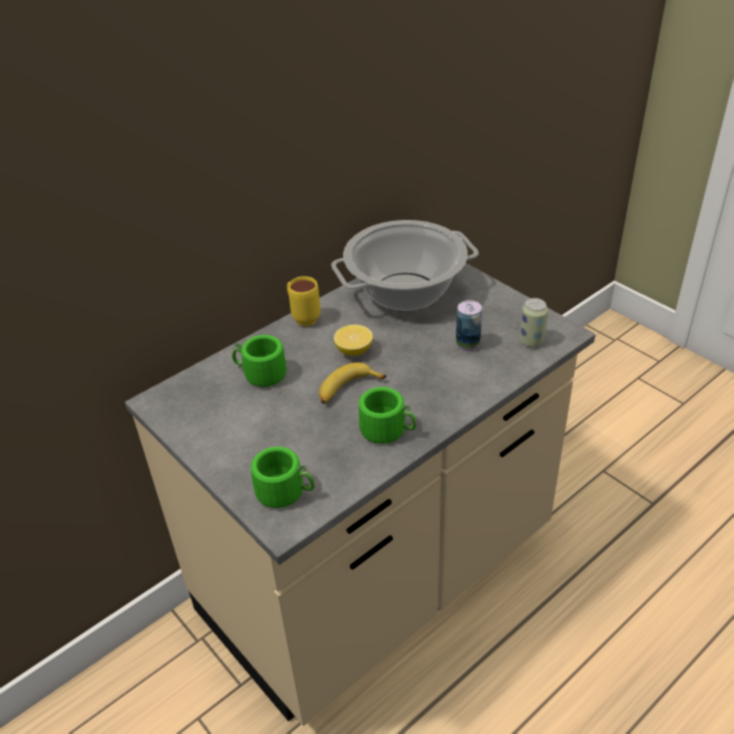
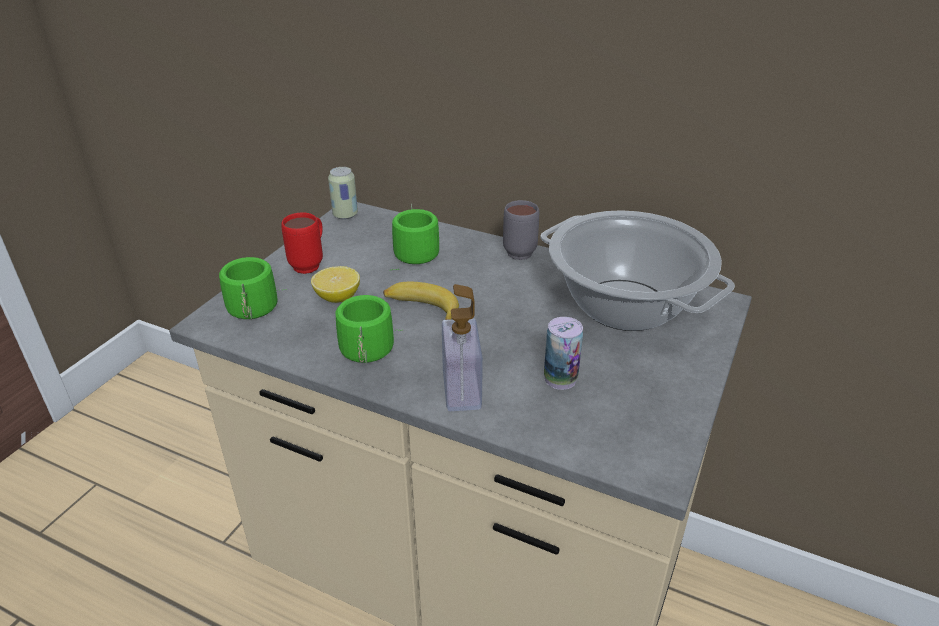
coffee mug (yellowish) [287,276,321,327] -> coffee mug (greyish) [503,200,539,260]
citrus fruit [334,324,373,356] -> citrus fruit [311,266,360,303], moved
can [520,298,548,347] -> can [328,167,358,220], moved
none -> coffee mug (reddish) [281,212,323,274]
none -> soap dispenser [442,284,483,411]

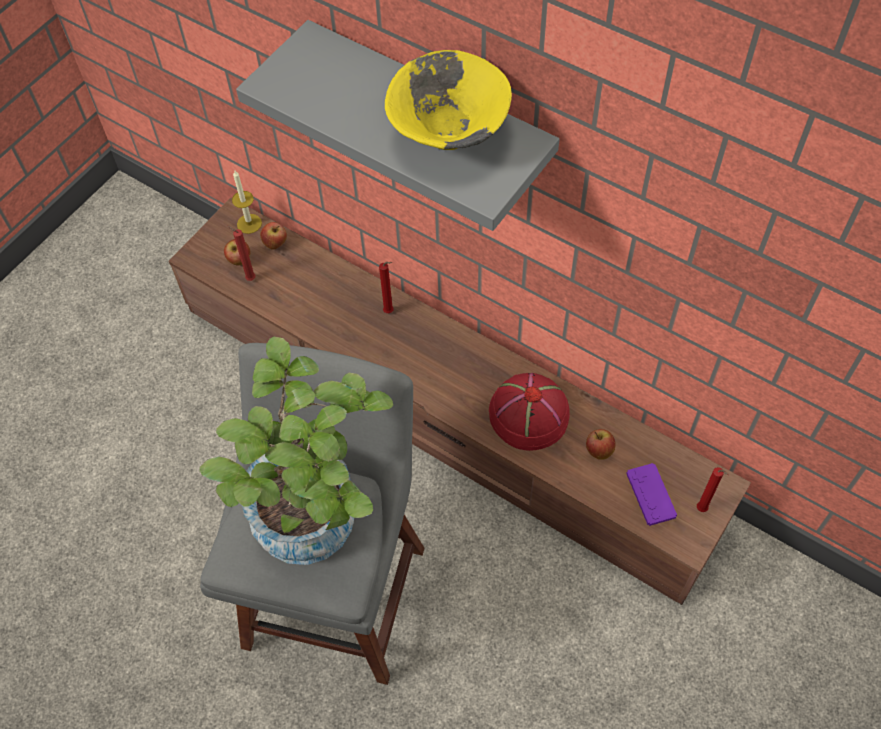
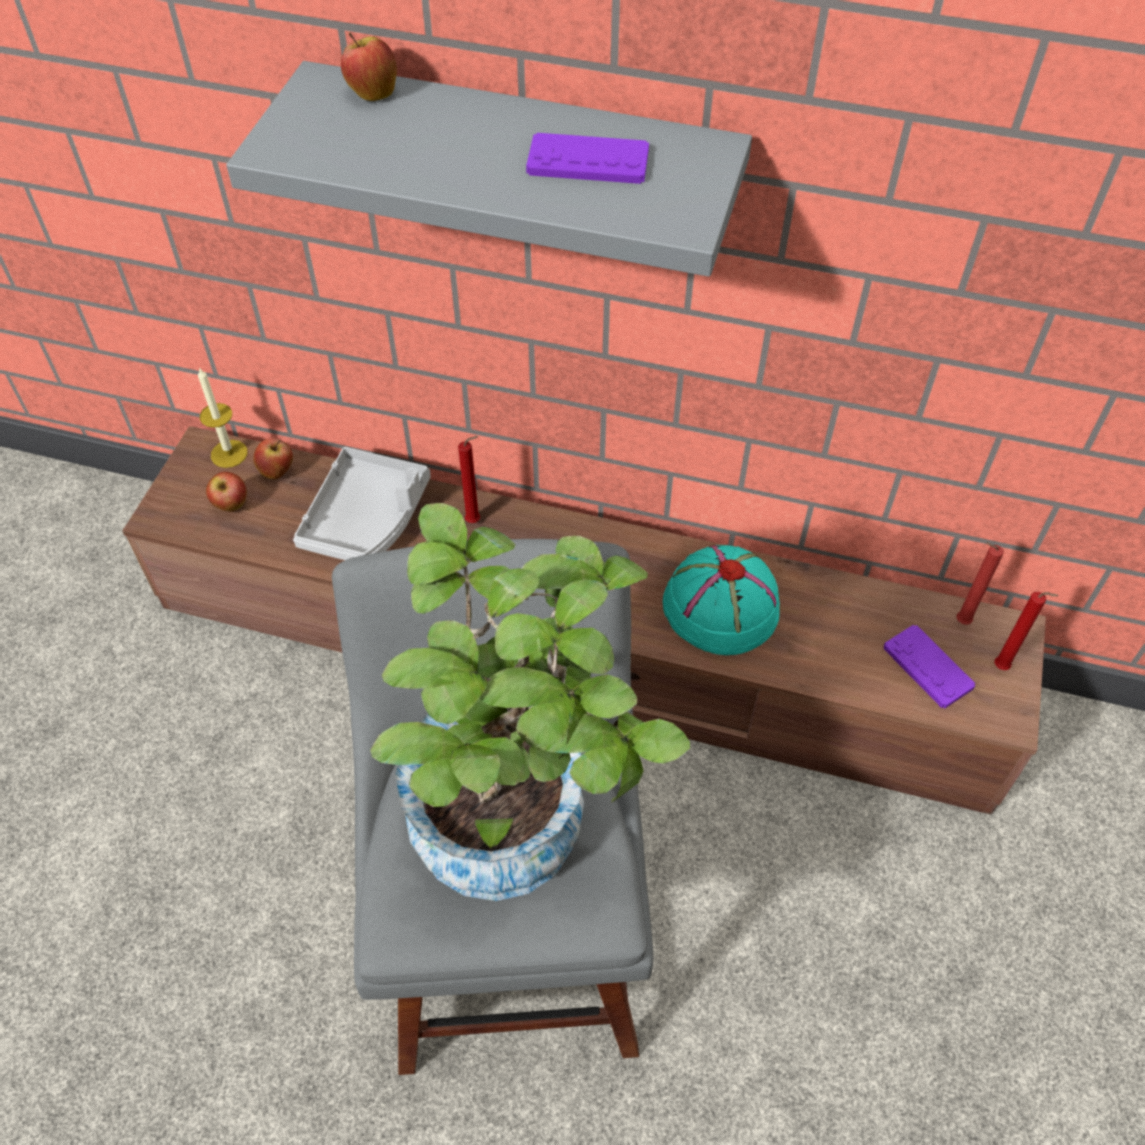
candle (reddish) [227,226,256,281] -> candle (reddish) [957,542,1004,625], moved
serving bowl (yellowish) [385,50,512,150] -> joypad (purple-coloured) [526,133,649,184]
wearable hat (reddish) [489,373,570,451] -> wearable hat (turquoise-coloured) [663,545,780,655]
apple fruit [586,429,616,460] -> apple fruit [341,33,397,101], moved
none -> carrying tray (greyish) [293,447,431,560]

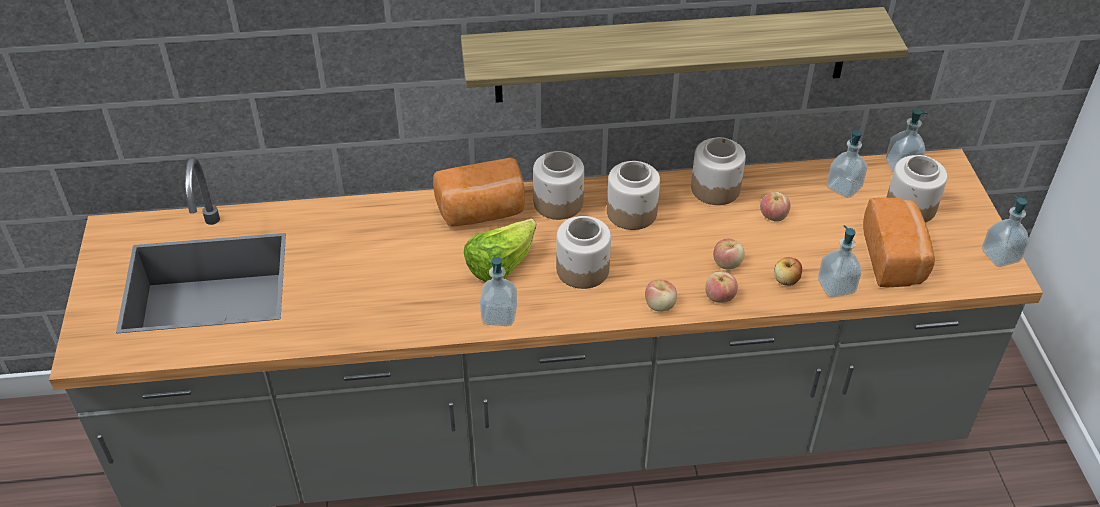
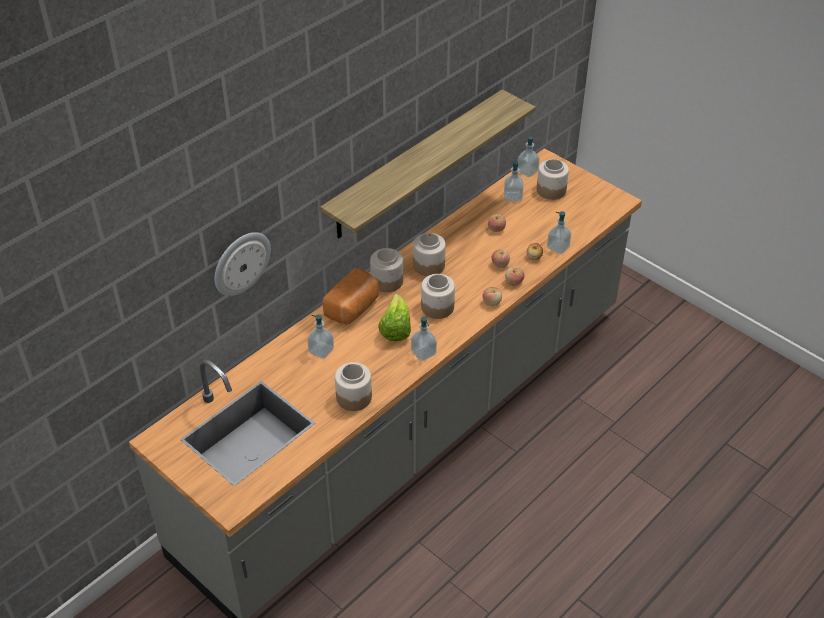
preserve jar [691,137,746,205] -> preserve jar [335,362,372,411], moved
baked bread [863,198,935,287] -> none
soap dispenser [982,196,1029,267] -> soap dispenser [307,314,334,359], moved
none -> clock on the wall [214,232,271,296]

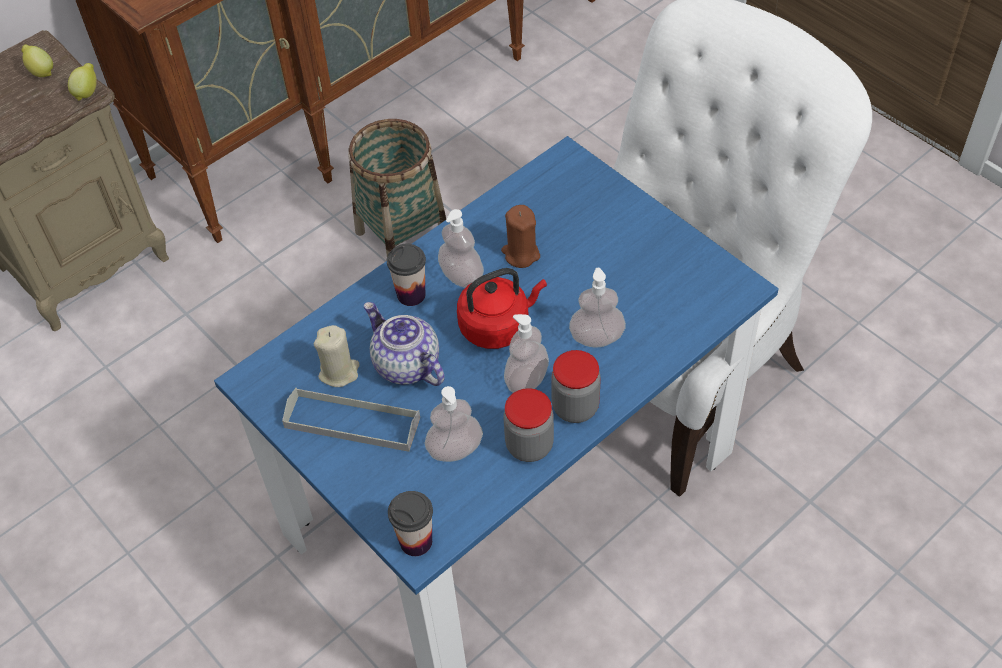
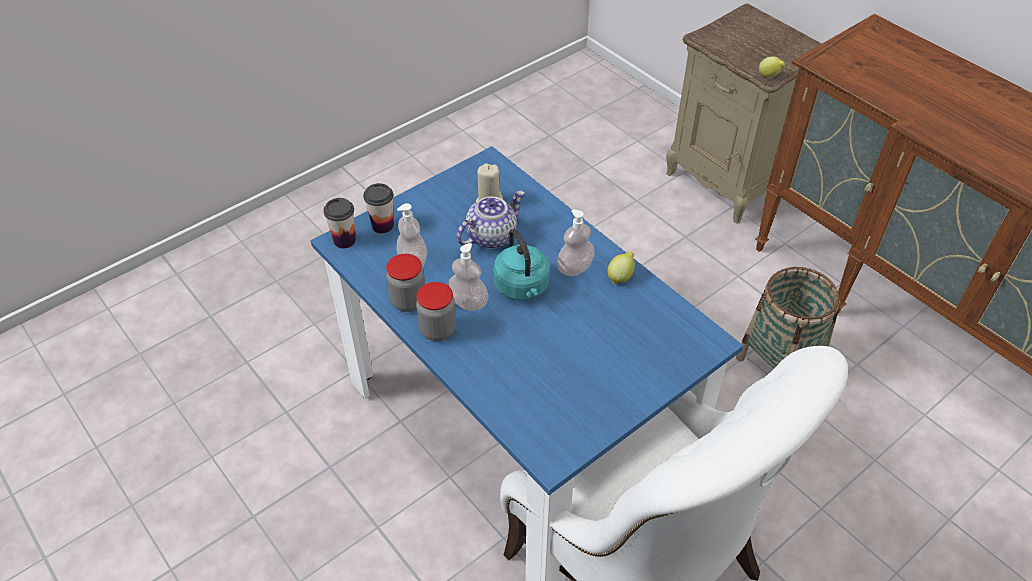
citrus fruit [21,44,53,77] -> citrus fruit [607,252,635,285], moved
carrying tray (greyish) [282,388,420,452] -> none
small cup [387,243,426,306] -> small cup [363,183,394,233], moved
kettle (reddish) [457,268,547,349] -> kettle (turquoise-coloured) [493,228,550,301]
candle (brownish) [501,205,540,268] -> none
soap dispenser [569,268,626,347] -> none

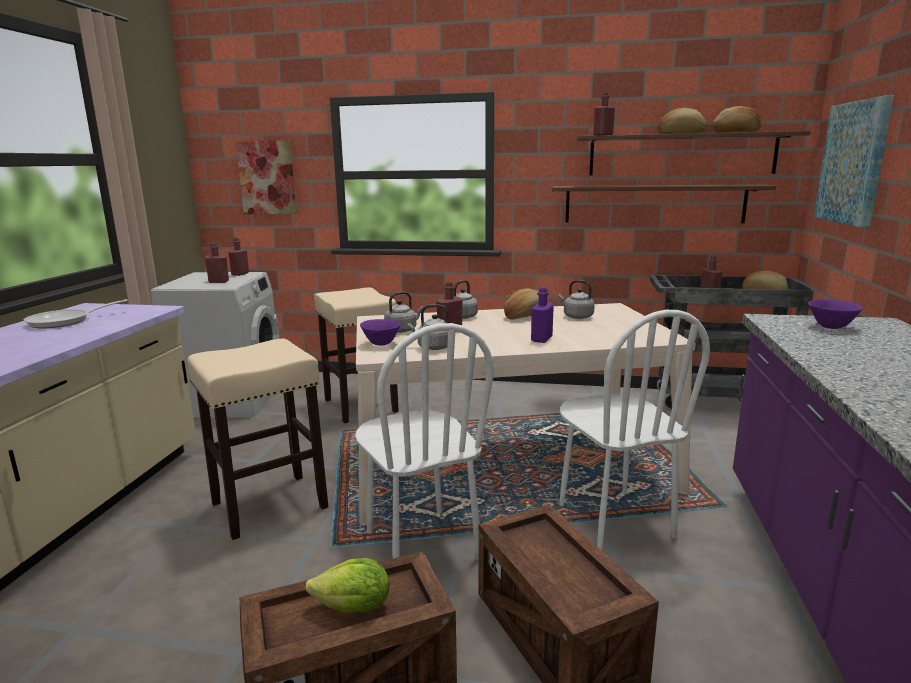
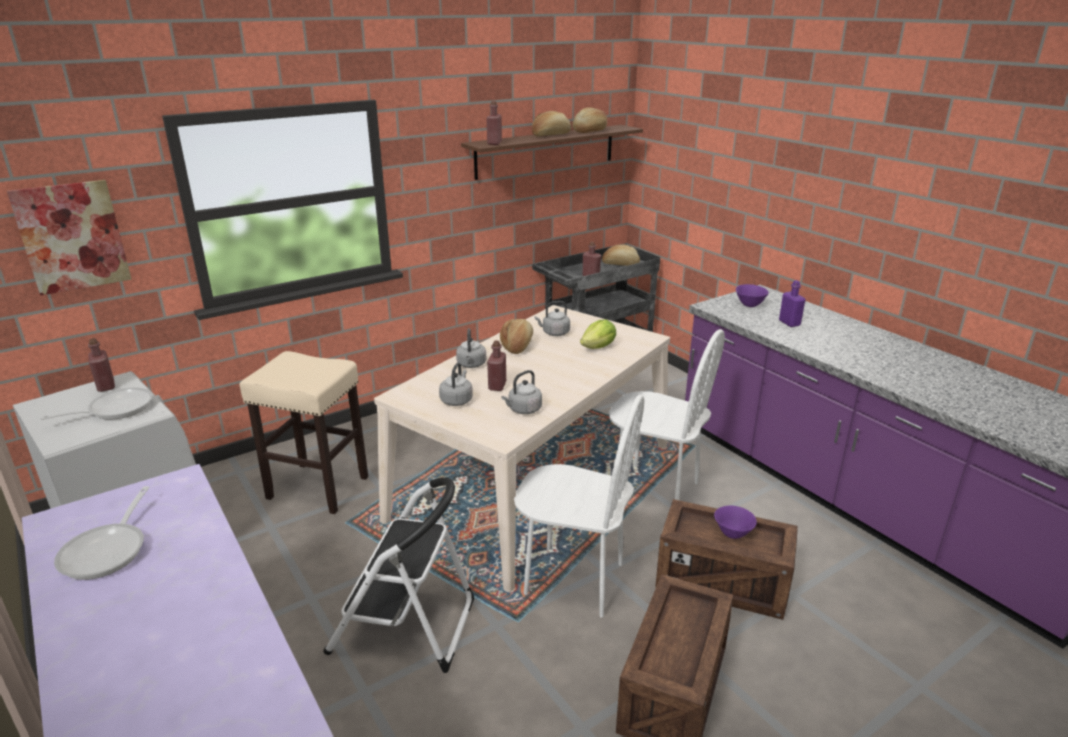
stool seat (sand-coloured) [187,338,329,540] -> stepladder [323,477,474,673]
drink bottle (reddish) [205,243,229,283] -> pan [40,388,153,420]
lettuce head [306,558,390,613] -> lettuce head [580,319,616,349], moved
serving bowl (purple-coloured) [360,319,401,346] -> serving bowl (purple-coloured) [714,506,757,539], moved
drink bottle (purple-coloured) [531,287,554,343] -> drink bottle (purple-coloured) [779,280,806,327], moved
shelf (brownish) [552,184,776,223] -> none
wall picture [814,95,894,228] -> none

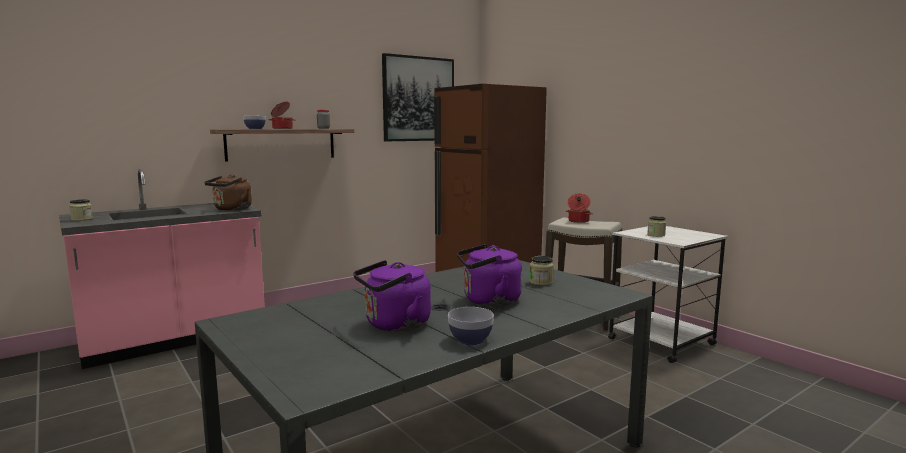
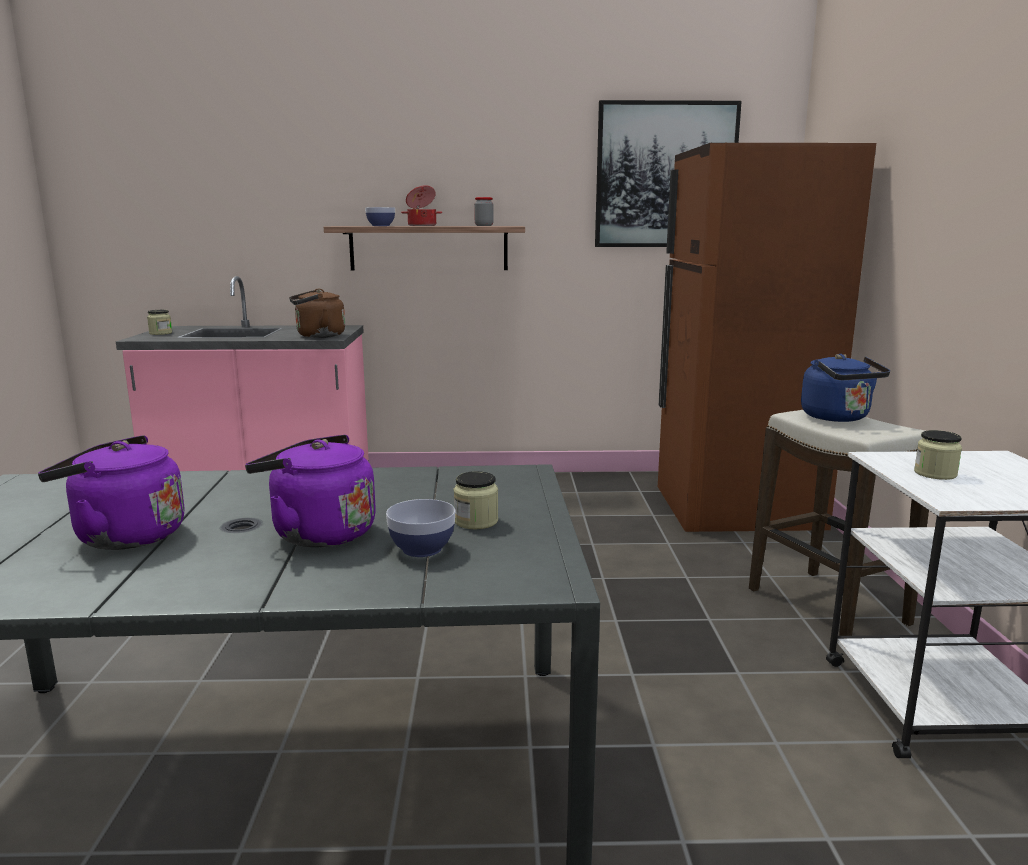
serving bowl [448,307,494,345] -> serving bowl [386,499,455,557], moved
saucepot [566,193,593,223] -> kettle (blue-coloured) [801,354,890,422]

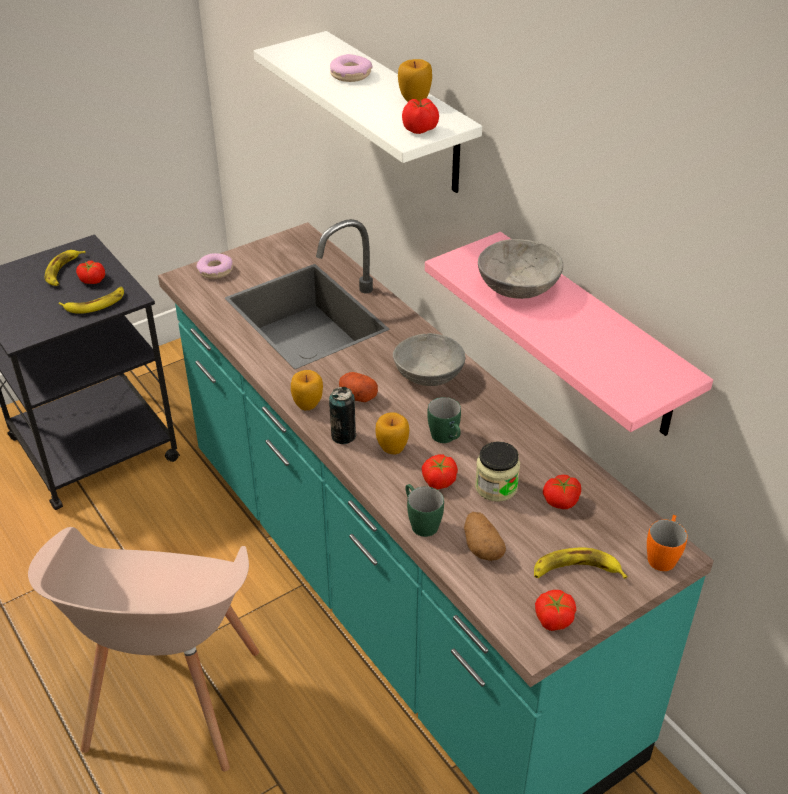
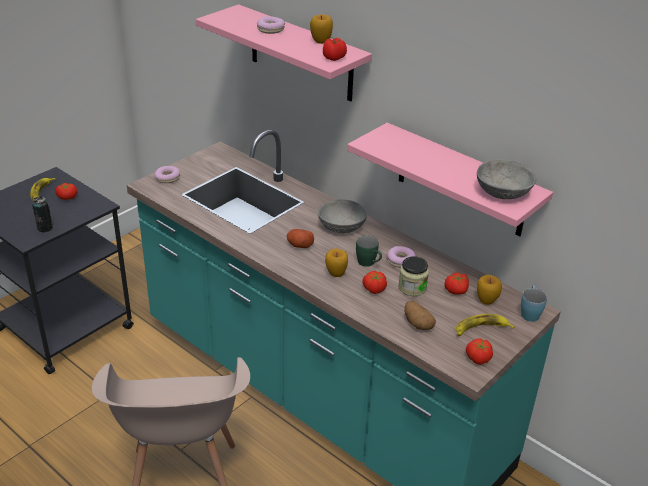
whole banana [59,287,124,314] -> none
shelf (white-coloured) [253,31,482,193] -> shelf (pinkish) [196,4,372,102]
apple fruit [291,370,323,410] -> apple fruit [477,275,502,305], moved
can [329,387,357,444] -> can [32,196,53,232], moved
coffee mug (green-coloured) [405,484,444,537] -> none
serving bowl (greyish) [478,239,563,299] -> serving bowl (greyish) [477,159,536,199], moved
coffee mug (orange-coloured) [647,515,687,571] -> coffee mug (blue-coloured) [521,286,547,322]
none -> ring doughnut [387,246,416,267]

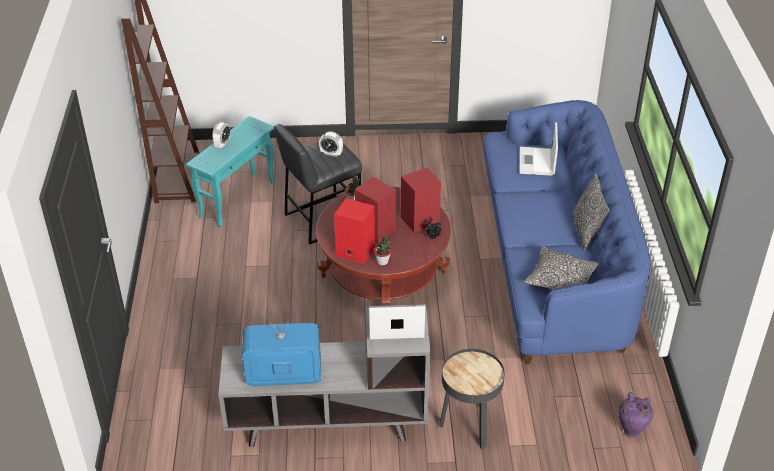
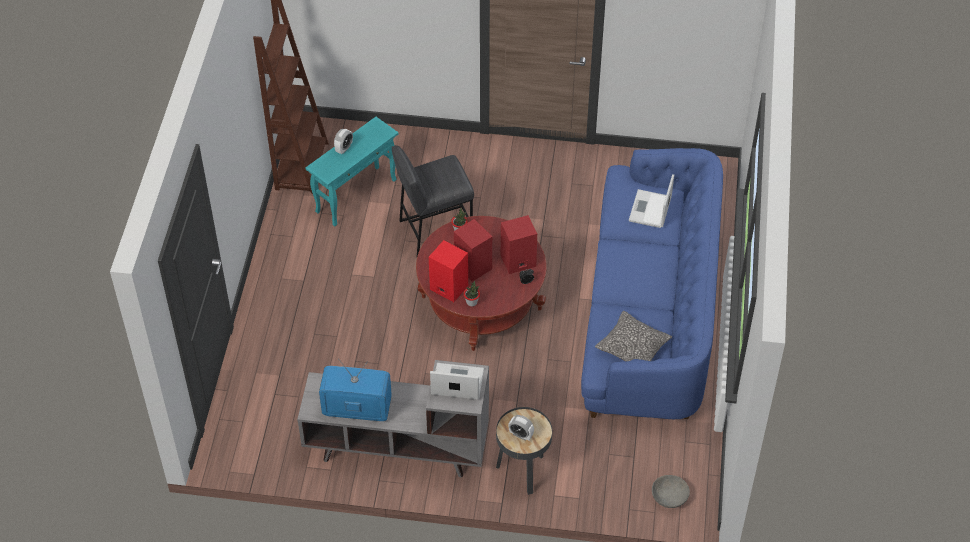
alarm clock [319,131,343,157] -> alarm clock [508,415,534,441], moved
cushion [572,174,609,251] -> none
vase (purple-coloured) [618,392,654,438] -> serving bowl (greyish) [652,475,690,508]

